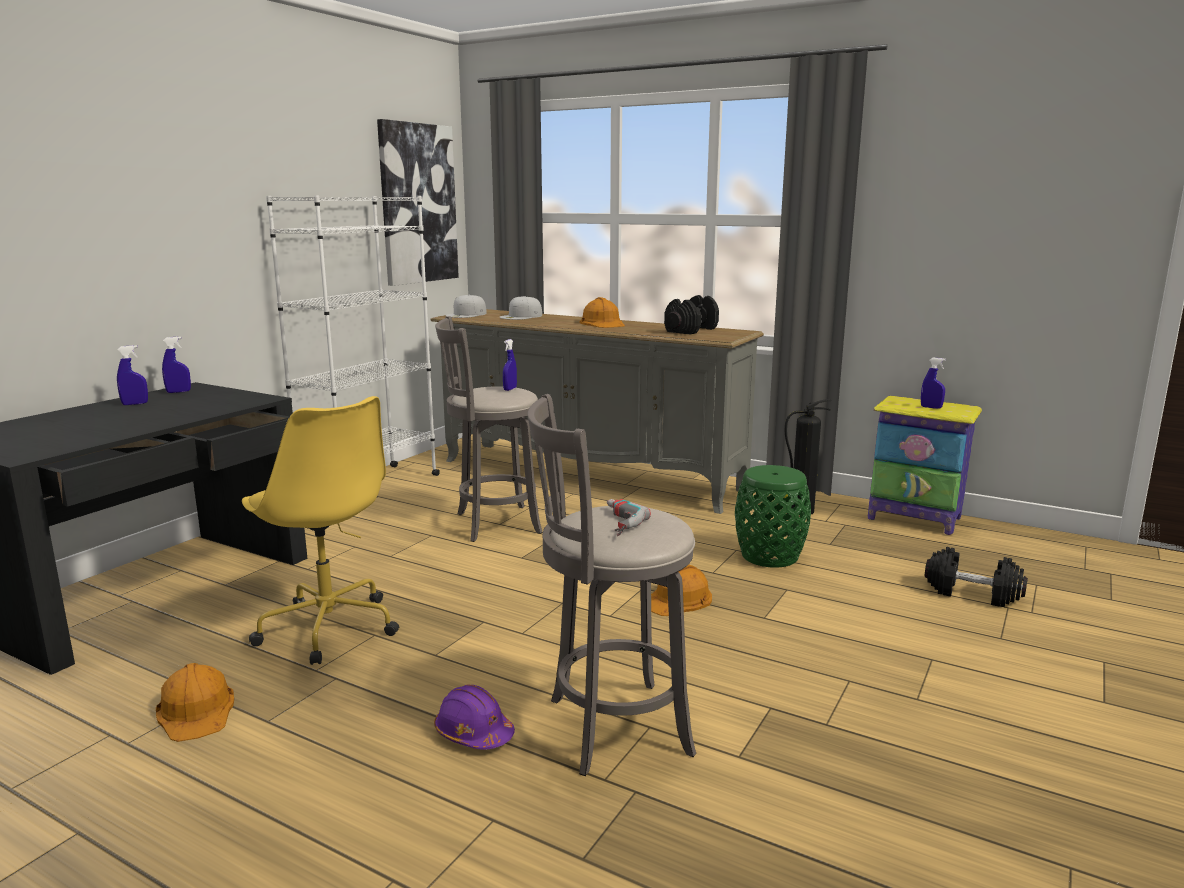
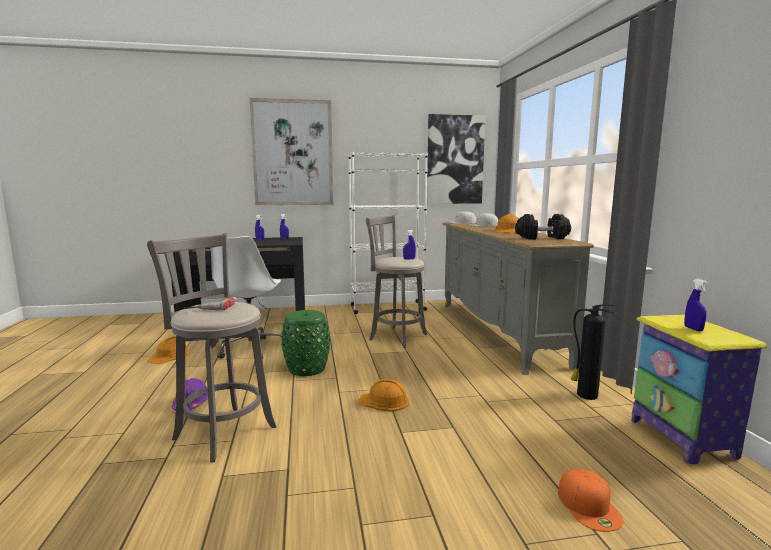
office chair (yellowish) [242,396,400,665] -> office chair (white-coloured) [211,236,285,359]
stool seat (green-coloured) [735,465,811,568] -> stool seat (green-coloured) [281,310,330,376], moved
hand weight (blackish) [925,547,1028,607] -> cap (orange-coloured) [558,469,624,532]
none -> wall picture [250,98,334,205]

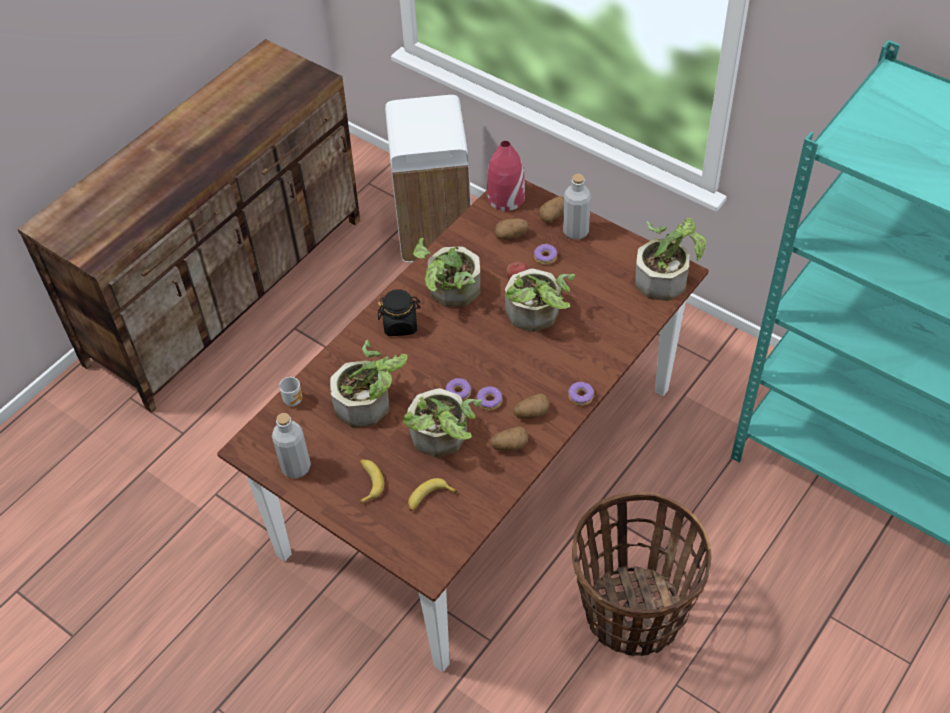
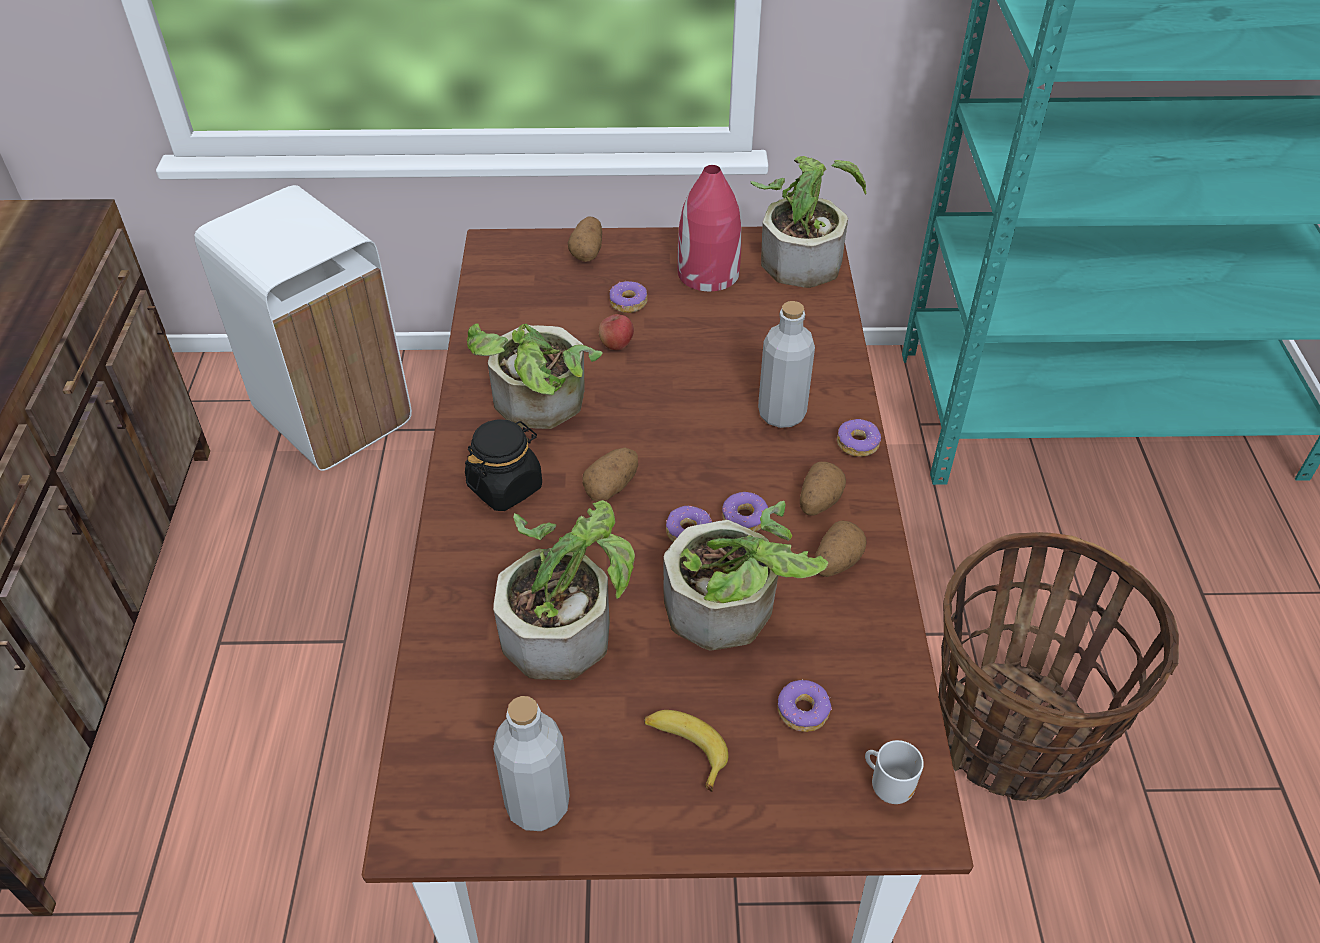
coffee mug [279,377,302,406] -> coffee mug [865,740,924,804], moved
whole banana [408,478,458,511] -> ring doughnut [778,680,832,732]
vase (reddish) [487,141,525,211] -> vase (reddish) [677,165,741,291], moved
whole potato [495,218,529,239] -> whole potato [582,448,638,502], moved
potted plant [505,268,575,332] -> none
drink bottle (greyish) [563,174,591,239] -> drink bottle (greyish) [758,301,815,428], moved

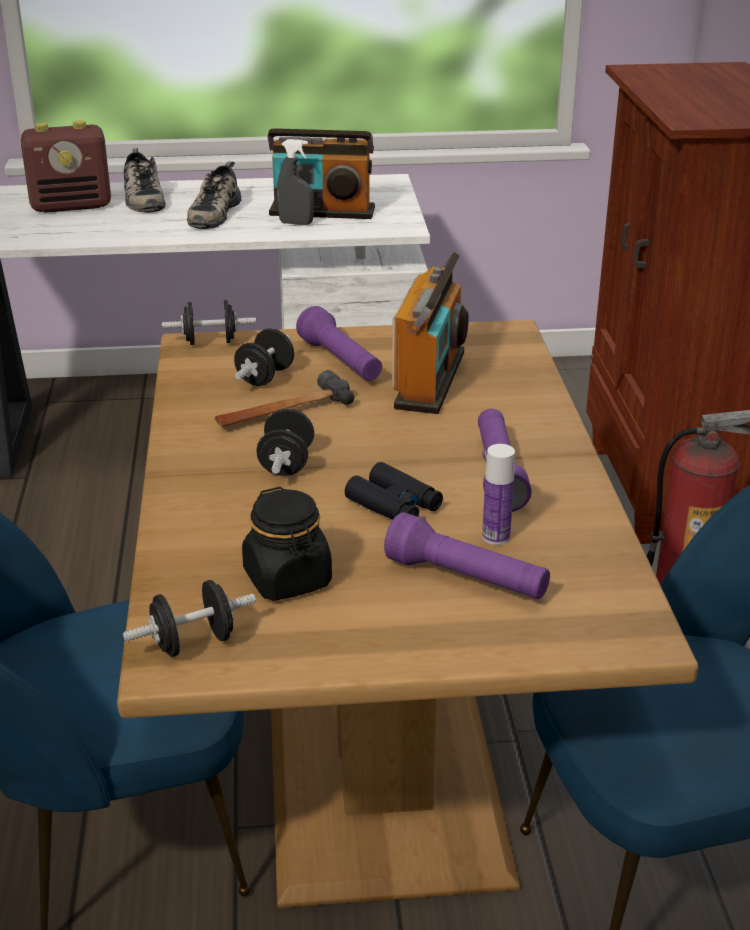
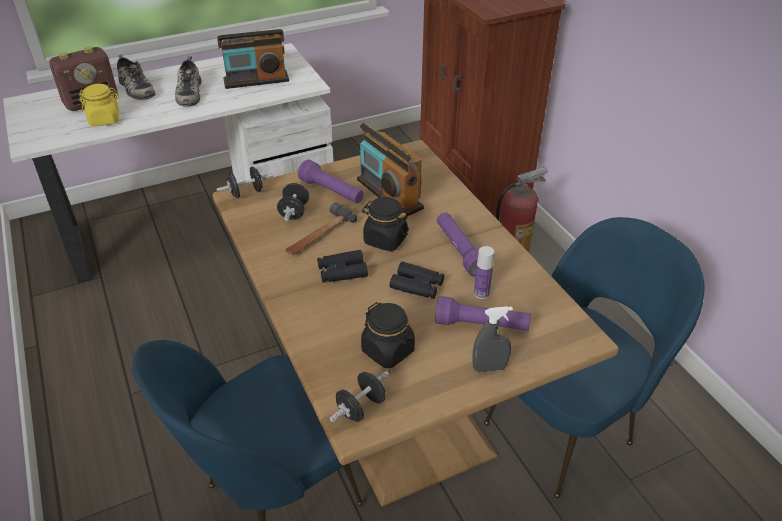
hand weight (blackish) [257,409,314,476] -> field glasses (blackish) [317,250,368,283]
hand sprayer (greyish) [277,139,314,225] -> hand sprayer (greyish) [473,306,513,372], moved
radio receiver [392,252,469,414] -> radio receiver [357,123,424,216], 150 degrees clockwise
none -> preserve jar (yellowish) [78,84,120,126]
none -> preserve jar (blackish) [362,197,409,251]

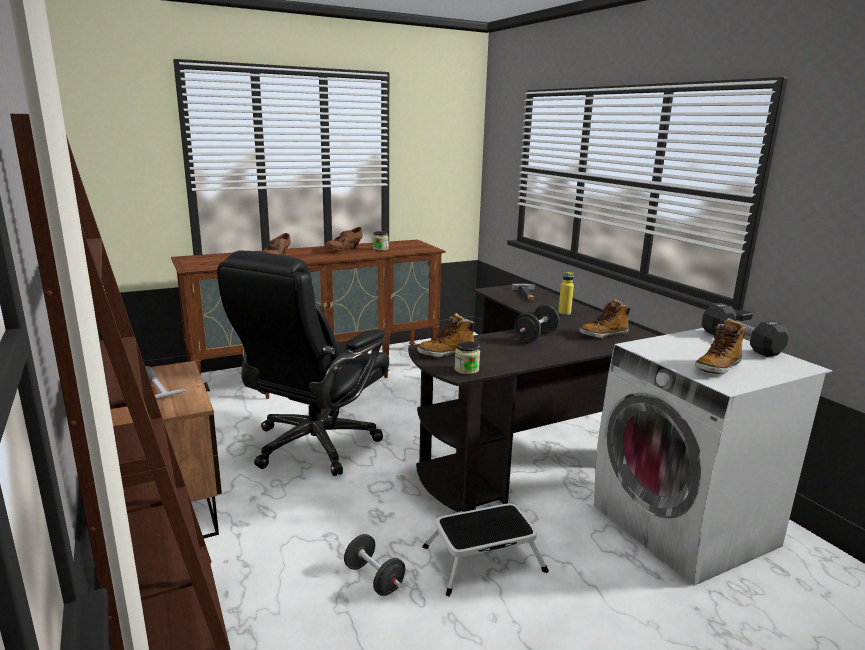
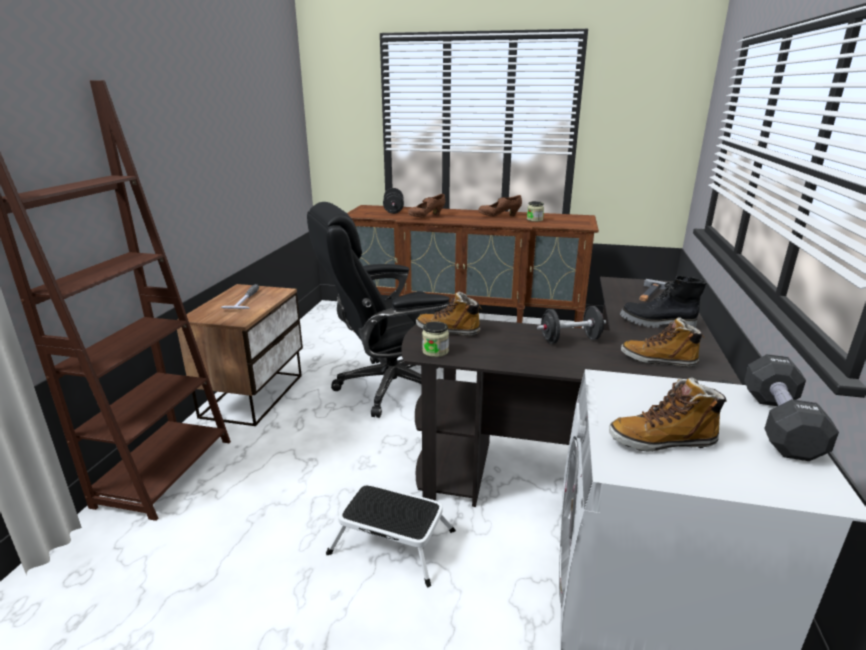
hand weight (blackish) [344,534,405,596] -> hand weight (blackish) [383,188,404,214], moved
drink bottle (yellowish) [558,272,574,315] -> high-top boot (blackish) [620,276,706,328]

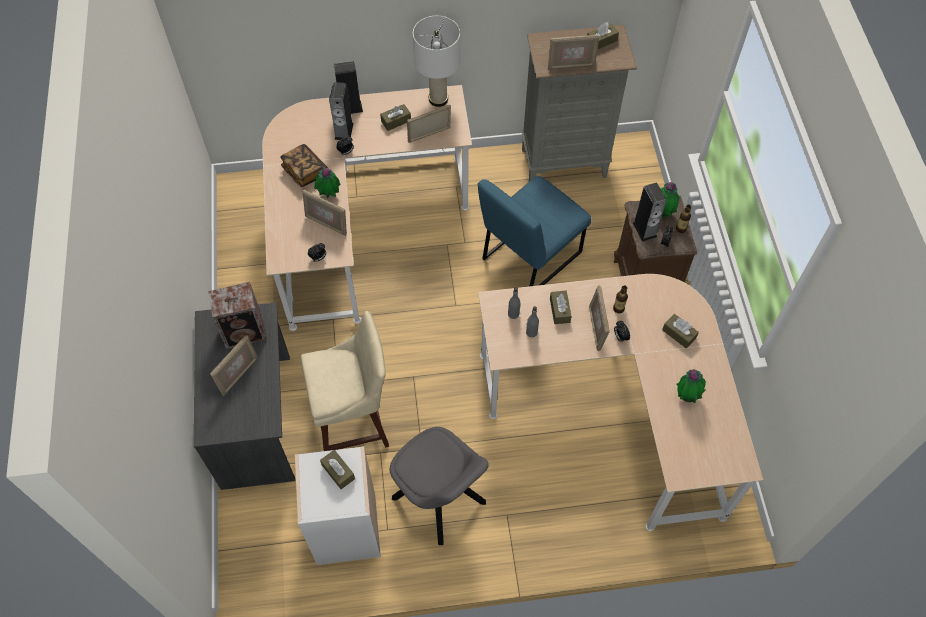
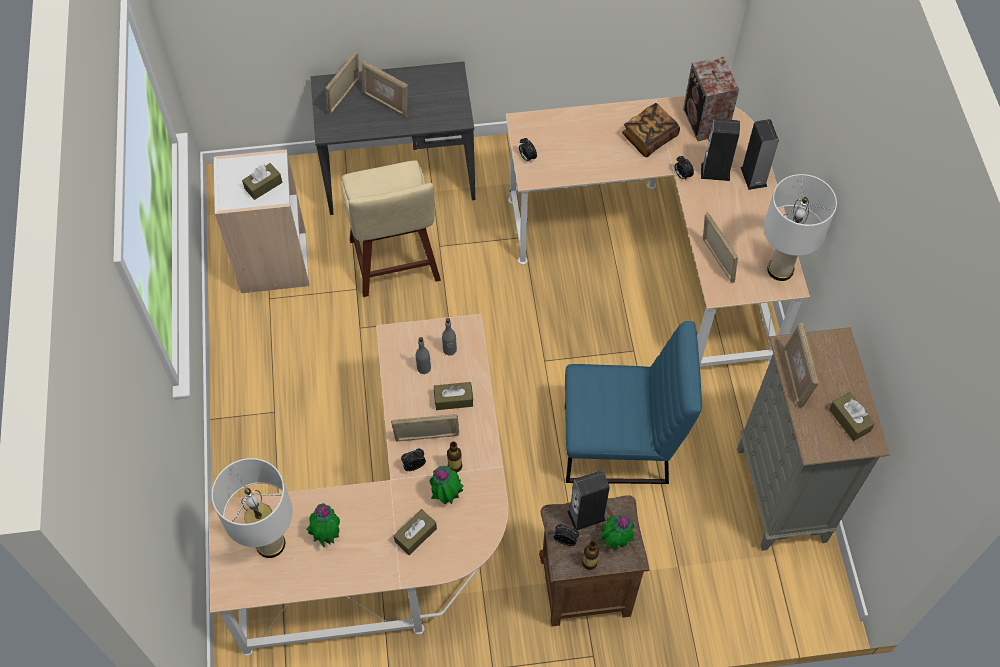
audio speaker [208,282,266,349] -> audio speaker [683,56,739,141], moved
photo frame [302,190,347,236] -> photo frame [325,51,359,115], moved
potted plant [314,166,341,199] -> potted plant [430,466,463,504], moved
box of tissues (brownish) [380,104,411,131] -> none
chair (greyish) [390,427,489,545] -> none
chair (blue-coloured) [478,176,591,286] -> chair (blue-coloured) [565,321,702,484], 135 degrees clockwise
none -> tabletop lamp (white-coloured) [211,458,293,558]

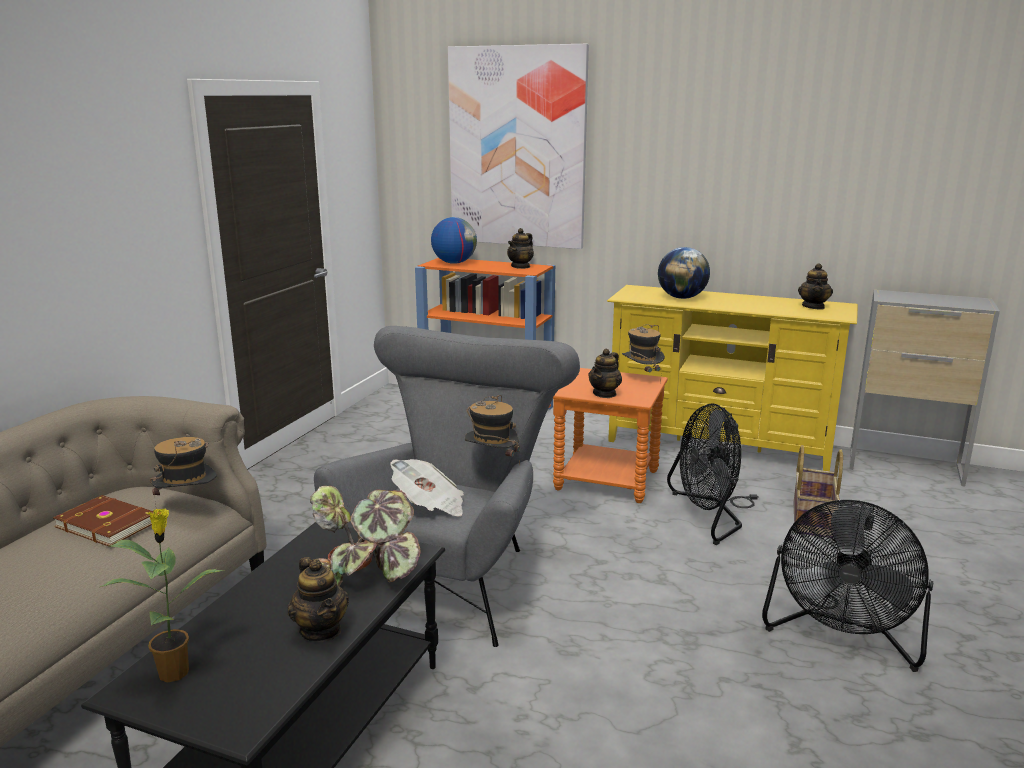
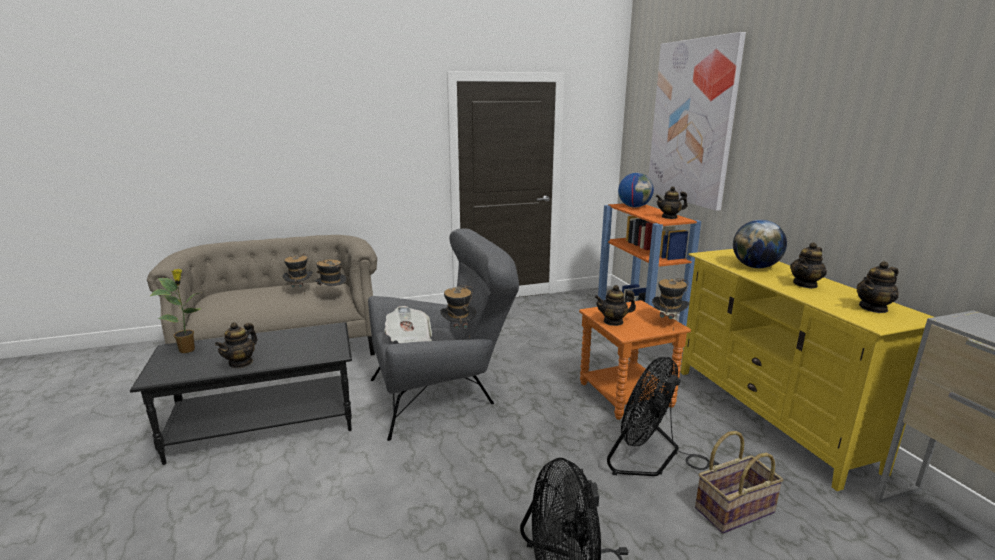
book (brownish) [53,495,154,547] -> wearable hat [282,253,313,291]
potted plant [310,486,421,586] -> none
none -> pot for tea [790,242,827,289]

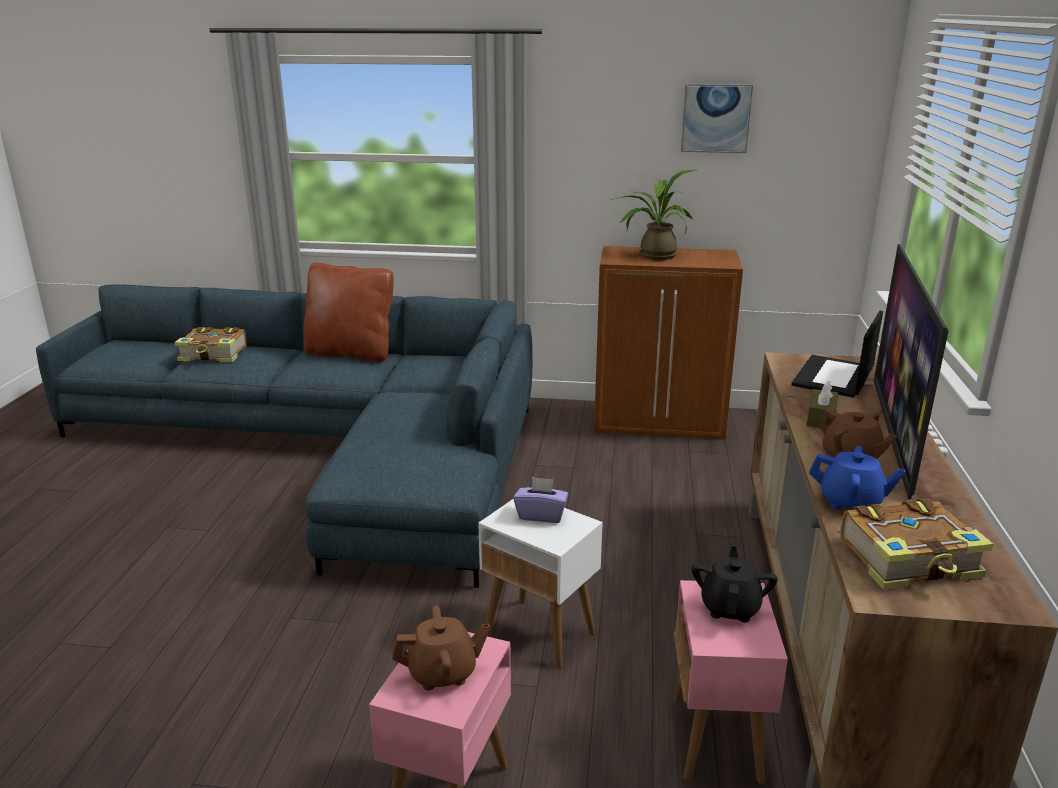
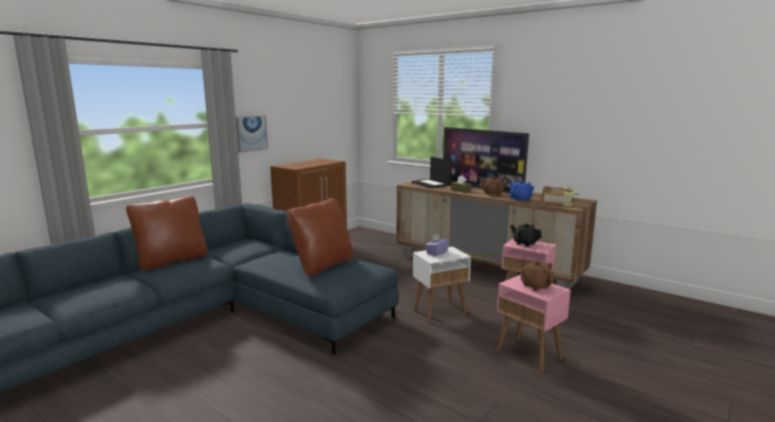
book [174,327,247,362] -> none
pot for tea (brownish) [392,605,490,690] -> pot for tea (brownish) [520,260,554,291], 45 degrees counterclockwise
potted plant [611,170,696,260] -> none
wall picture [681,84,753,153] -> wall picture [236,115,268,152], moved
none -> cushion (brownish) [287,198,353,277]

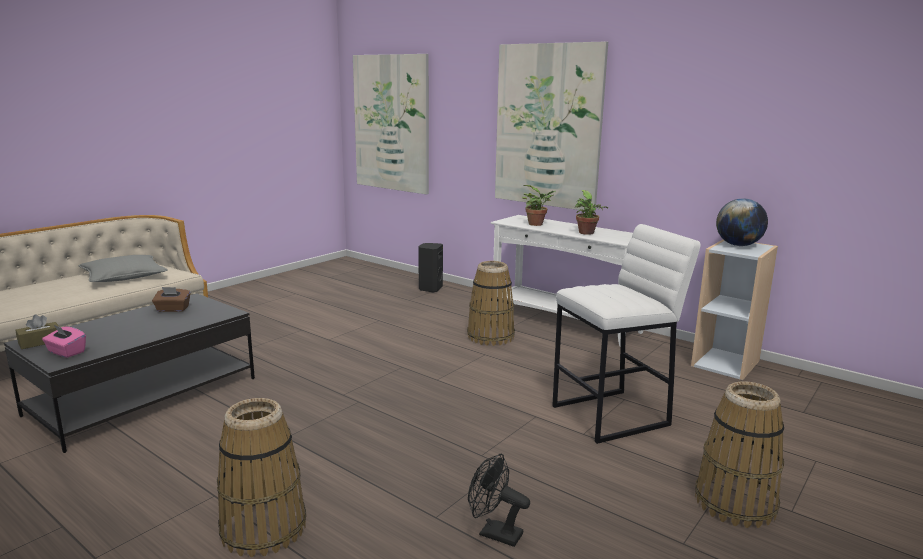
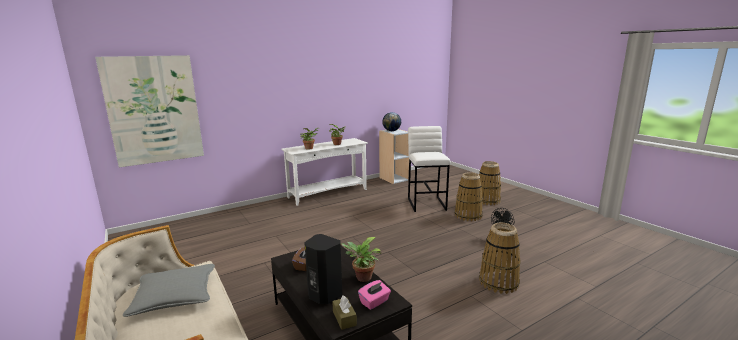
audio speaker (blackish) [418,243,443,293] -> audio speaker (blackish) [304,234,342,304], moved
household basket [467,261,515,346] -> household basket [455,172,483,221], moved
wall picture [495,41,608,212] -> none
none -> potted plant [341,237,381,282]

